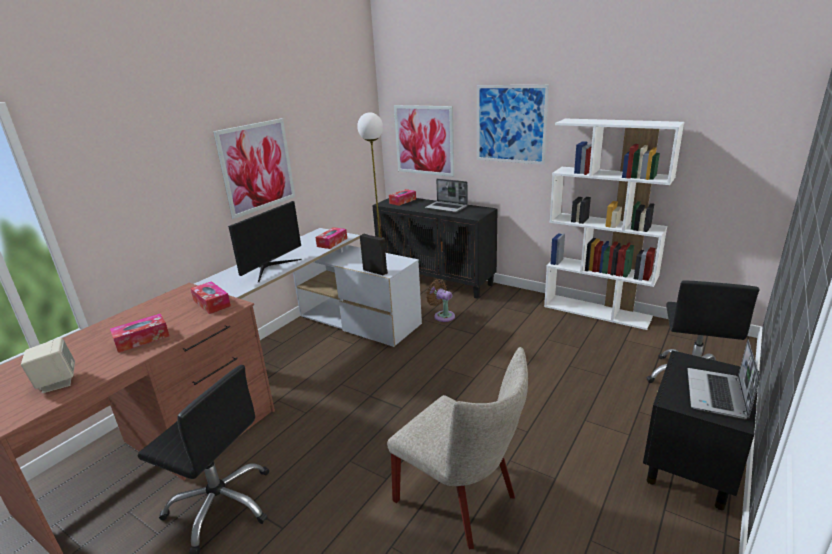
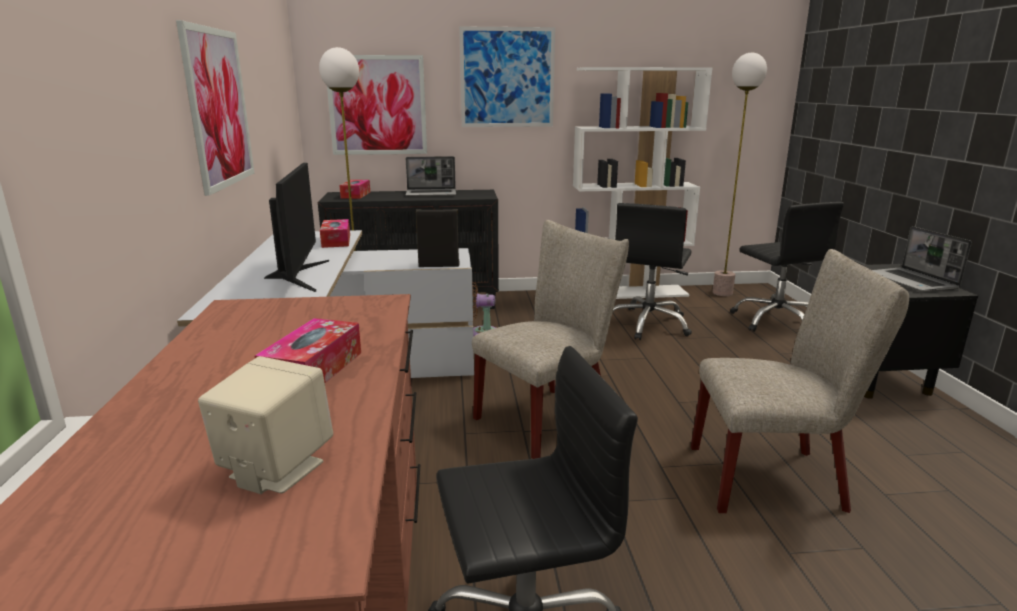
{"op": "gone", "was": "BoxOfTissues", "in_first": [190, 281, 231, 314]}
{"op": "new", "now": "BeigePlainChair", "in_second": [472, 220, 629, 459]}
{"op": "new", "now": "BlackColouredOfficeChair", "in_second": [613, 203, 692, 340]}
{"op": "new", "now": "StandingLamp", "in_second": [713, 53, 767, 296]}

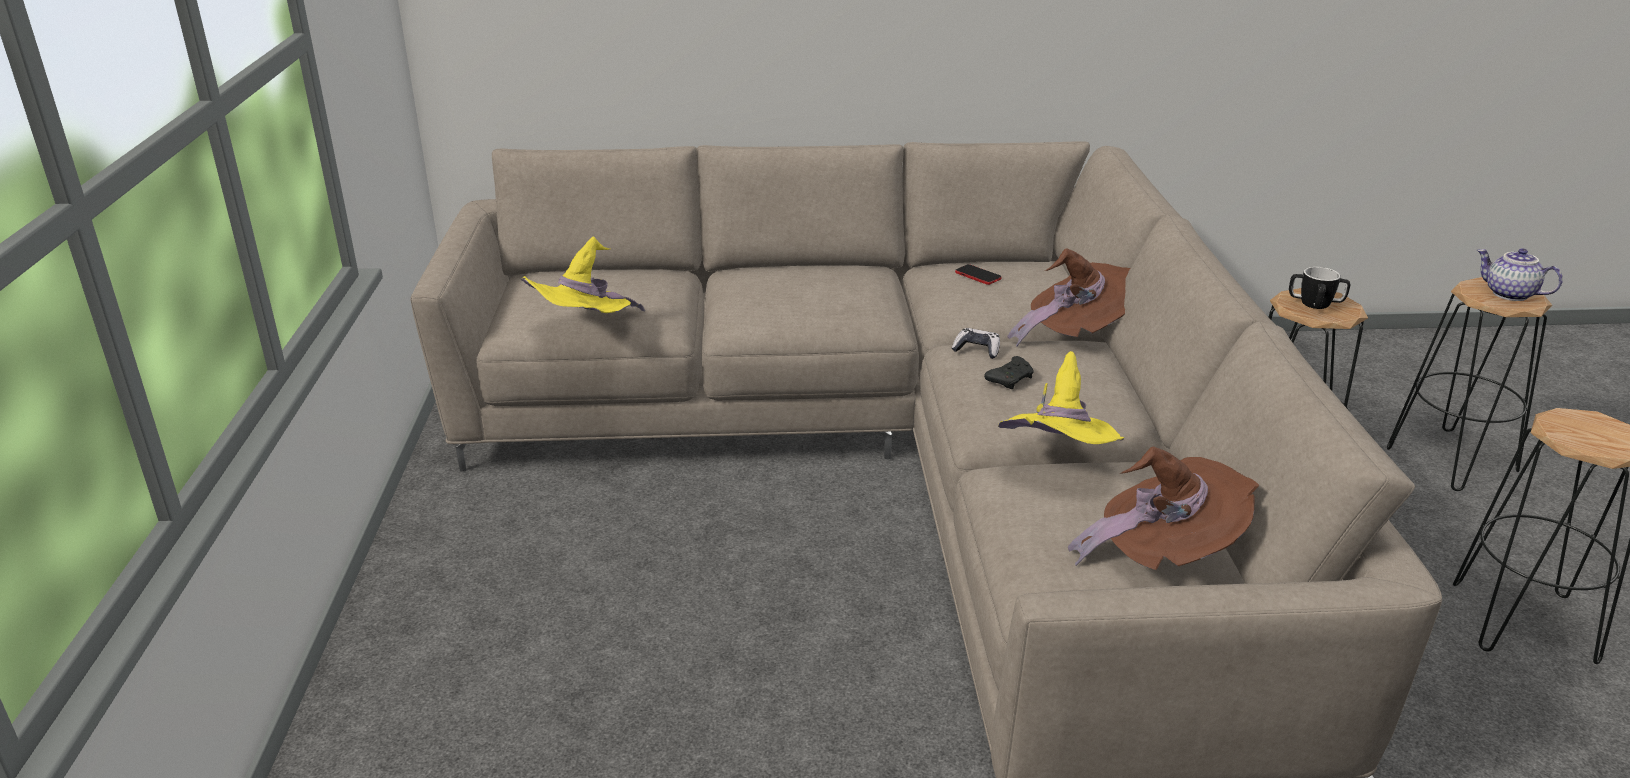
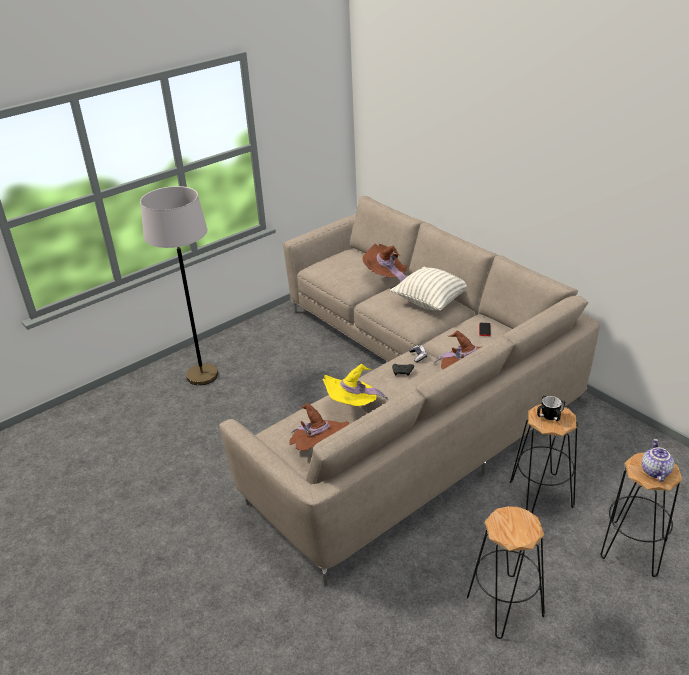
{"op": "gone", "was": "YellowColouredClothingHat", "in_first": [521, 237, 645, 313]}
{"op": "new", "now": "GreyStandingLamp", "in_second": [140, 186, 218, 385]}
{"op": "new", "now": "BrownishClothingHat", "in_second": [363, 244, 407, 282]}
{"op": "new", "now": "ThrowPillow", "in_second": [390, 267, 467, 311]}

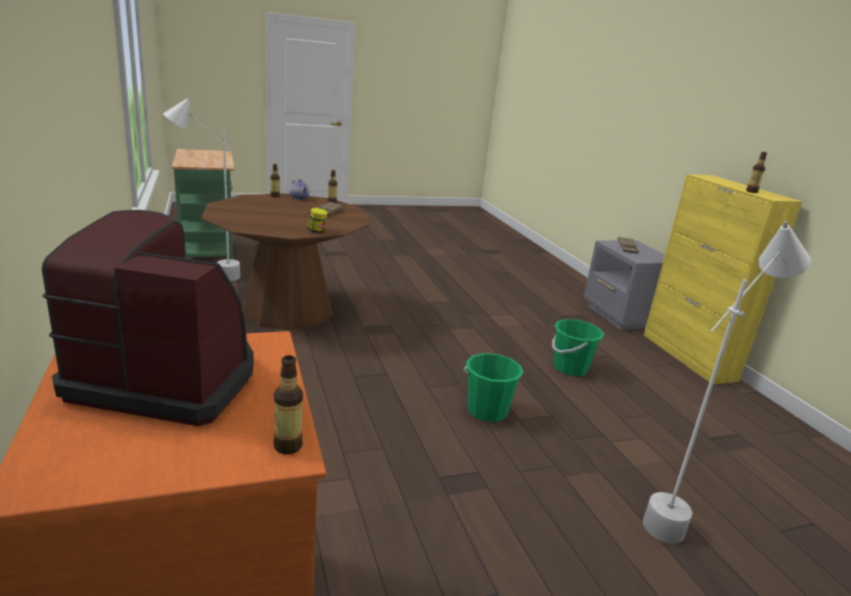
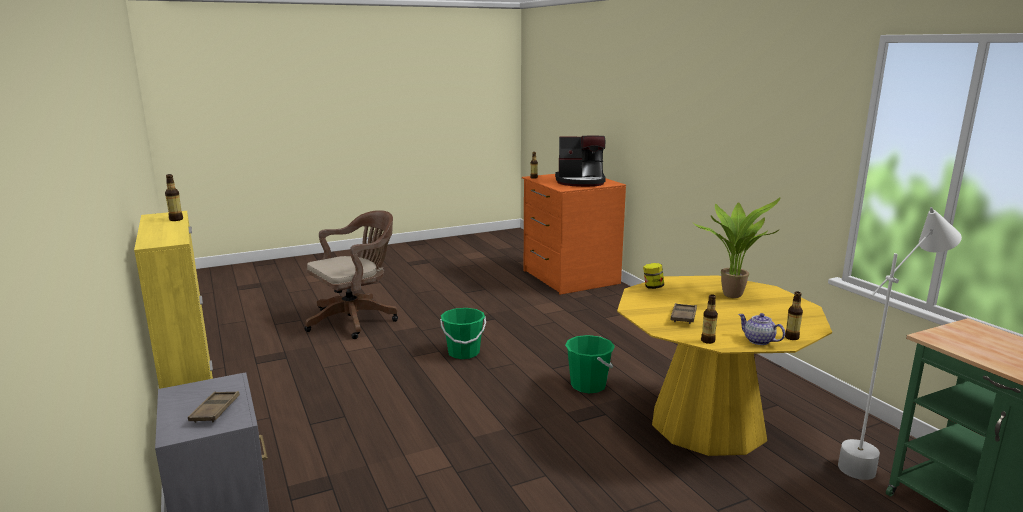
{"op": "new", "now": "PlantInAPot", "in_second": [692, 197, 781, 298]}
{"op": "shifted", "was": "GreenColouredWaterBucket", "in_first": [552, 319, 604, 376], "in_second": [565, 335, 615, 393]}
{"op": "swapped", "was": "WhitishStandingLamp", "now": "BrownishOfficeChair", "in_first": [643, 221, 811, 544], "in_second": [305, 210, 398, 339]}
{"op": "repainted", "was": "BrownishKitchenTable", "now": "YellowColouredKitchenTable", "in_first": [201, 193, 371, 330], "in_second": [617, 276, 832, 456]}

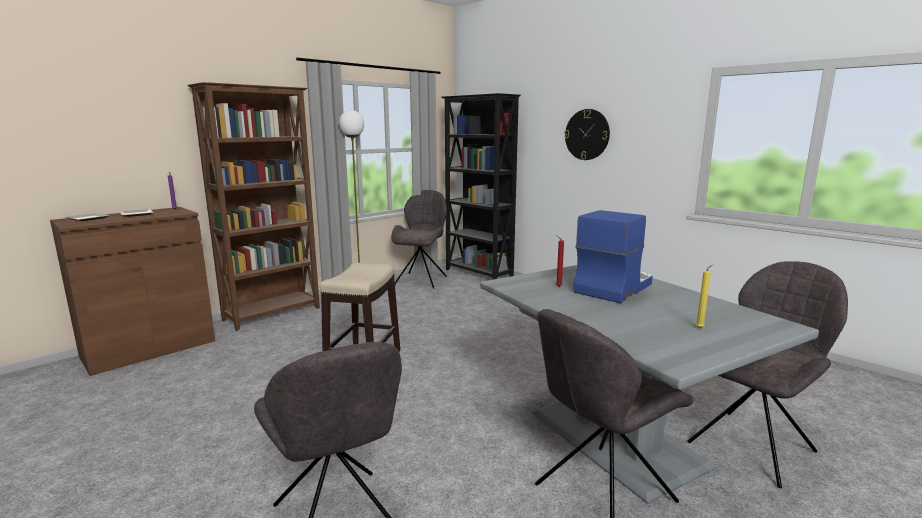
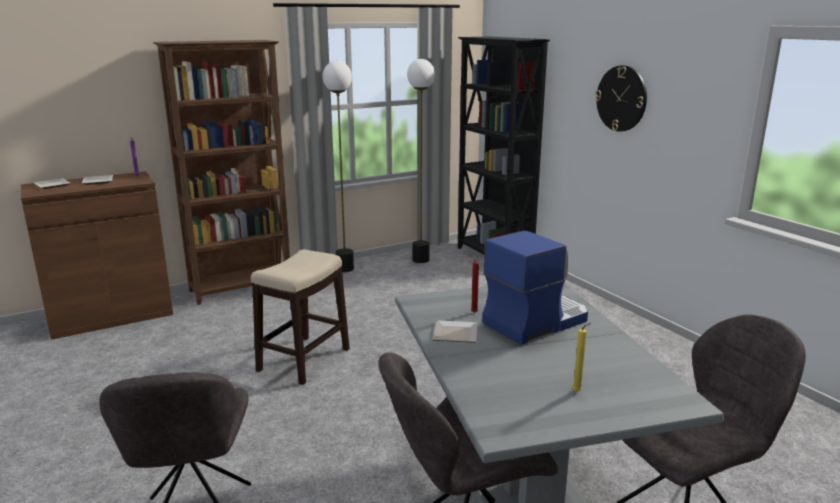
{"op": "new", "now": "DinnerPlate", "in_second": [432, 320, 478, 343]}
{"op": "swapped", "was": "GreyPlainChair", "now": "StandingLamp", "in_first": [391, 190, 447, 289], "in_second": [407, 59, 435, 263]}

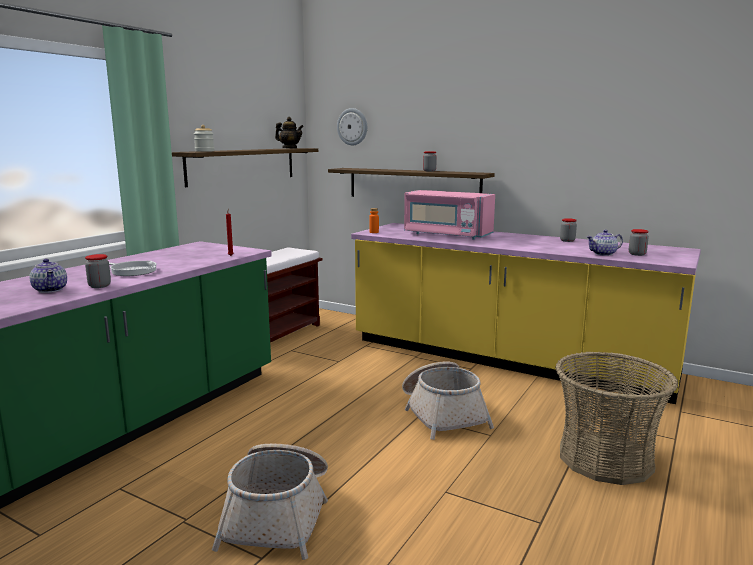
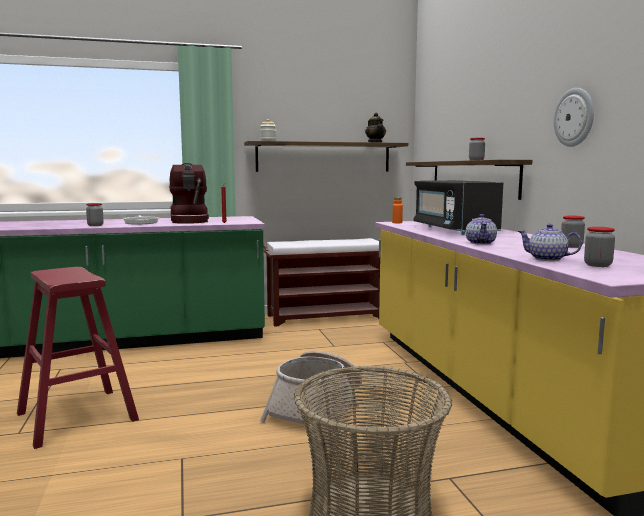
{"op": "new", "now": "CoffeeMachine", "in_second": [169, 163, 209, 224]}
{"op": "shifted", "was": "TeaPot", "in_first": [29, 259, 67, 293], "in_second": [466, 214, 497, 245]}
{"op": "shifted", "was": "WallClock", "in_first": [337, 108, 367, 145], "in_second": [554, 88, 594, 147]}
{"op": "swapped", "was": "StorageBasket", "now": "RedColouredSittingStool", "in_first": [212, 444, 328, 560], "in_second": [17, 267, 139, 449]}
{"op": "repainted", "was": "PinkishMicrowave", "now": "BlackColouredMicrowave", "in_first": [404, 190, 495, 240], "in_second": [414, 180, 503, 235]}

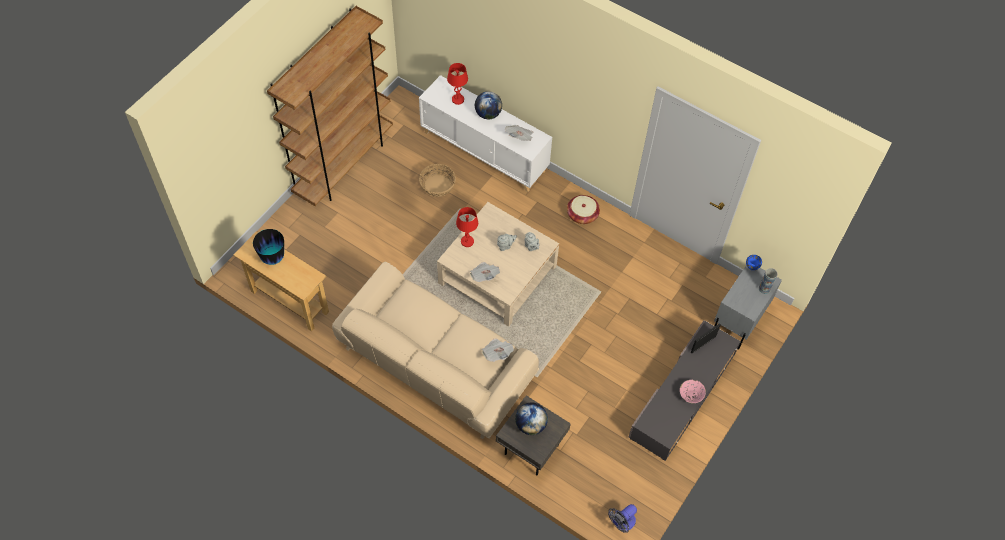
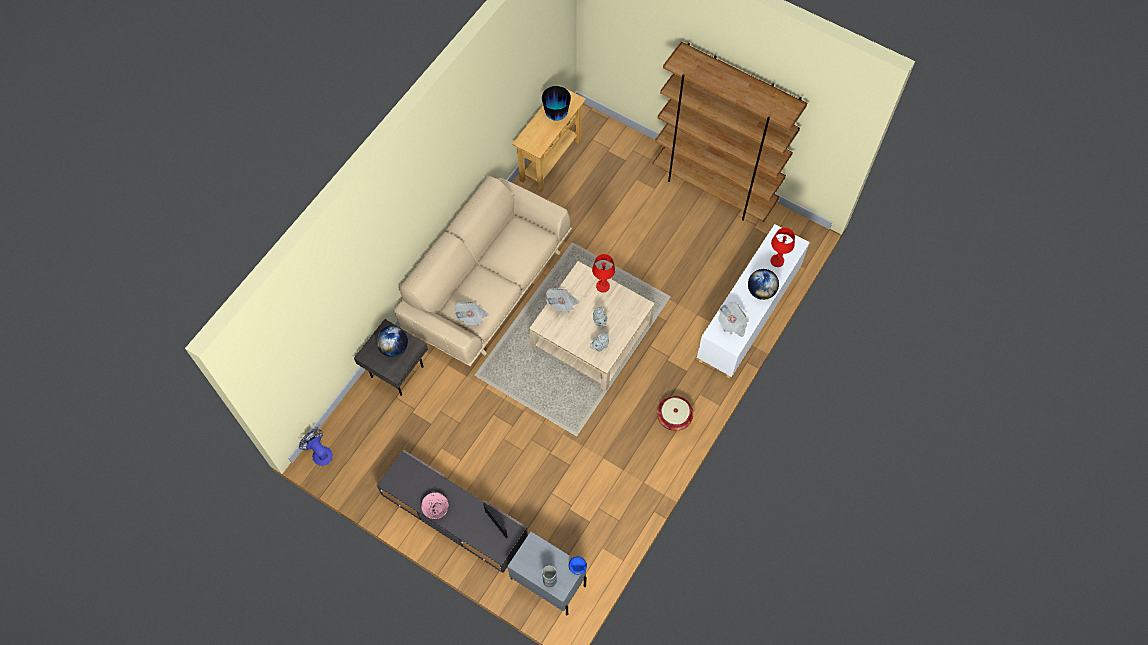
{"op": "gone", "was": "StorageBasket", "in_first": [419, 164, 456, 197]}

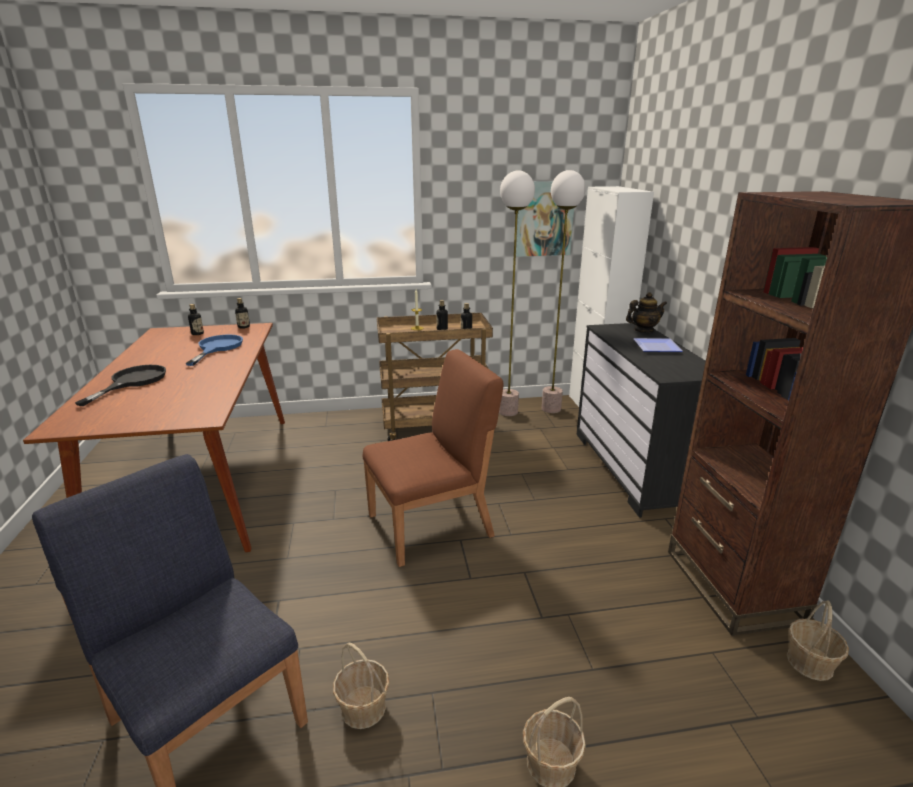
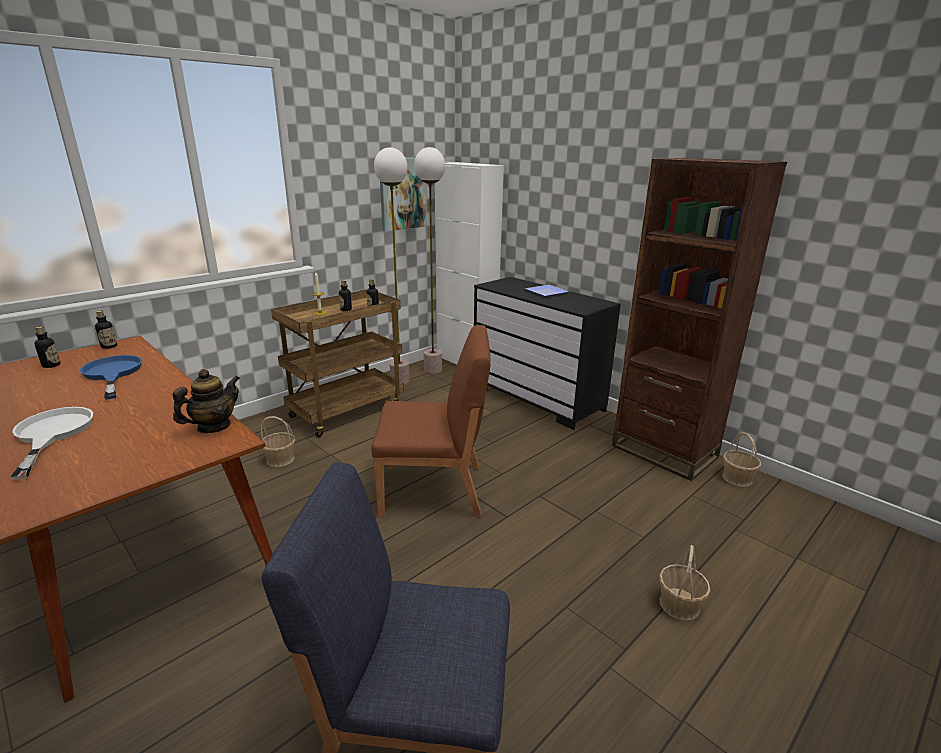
{"op": "shifted", "was": "StorageBasket", "in_first": [333, 643, 390, 729], "in_second": [261, 416, 295, 467]}
{"op": "shifted", "was": "TeaPot", "in_first": [626, 292, 667, 333], "in_second": [173, 369, 240, 433]}
{"op": "repainted", "was": "BlackColouredPan", "now": "WhitishPan", "in_first": [75, 365, 166, 406], "in_second": [11, 407, 93, 480]}
{"op": "rotated", "was": "BrownishPlainChair", "in_first": [363, 349, 503, 567], "in_second": [371, 325, 491, 517], "clockwise": 60}

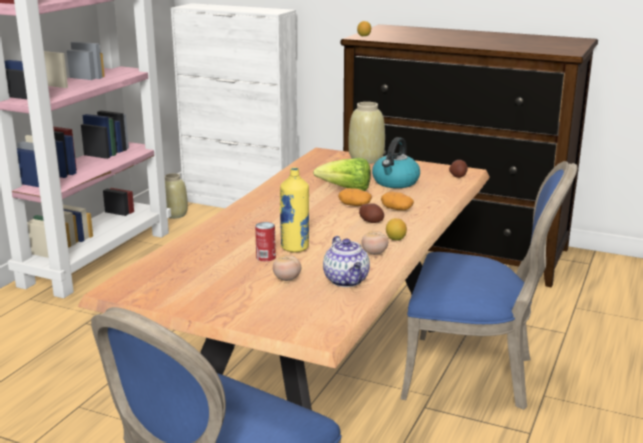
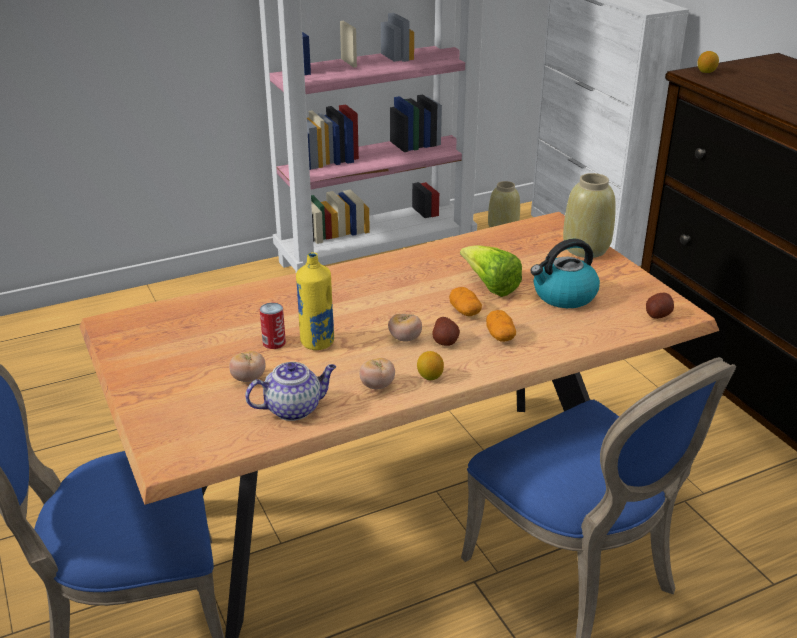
{"op": "new", "now": "WholeTomato", "in_second": [388, 314, 422, 342]}
{"op": "rotated", "was": "TeaPot", "in_first": [323, 236, 370, 287], "in_second": [245, 362, 336, 421], "clockwise": -135}

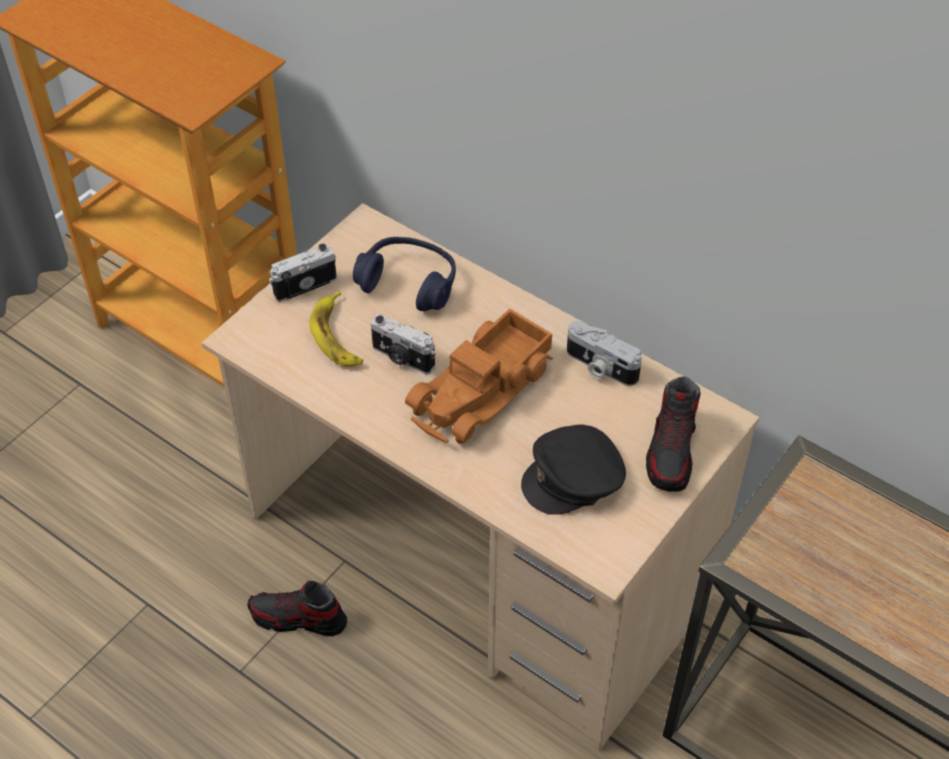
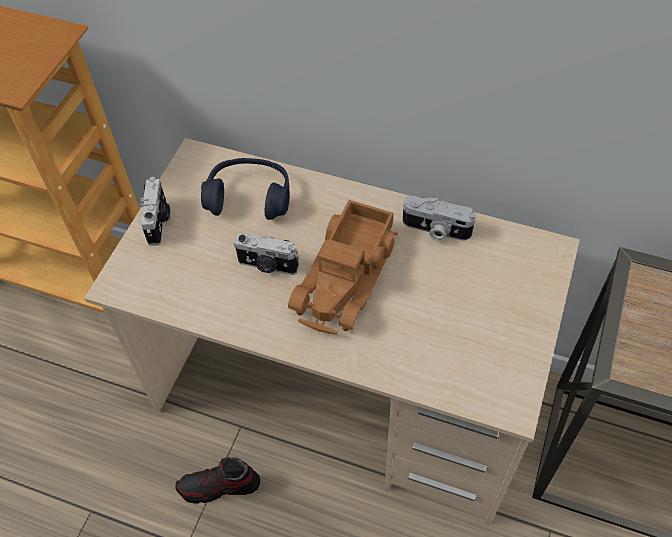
{"op": "gone", "was": "BananaFruit", "in_first": [310, 291, 363, 366]}
{"op": "gone", "was": "BlackColouredBaseballCap", "in_first": [521, 424, 626, 515]}
{"op": "gone", "was": "ItemOfFootwear", "in_first": [646, 376, 701, 492]}
{"op": "rotated", "was": "StillCamera", "in_first": [269, 244, 337, 302], "in_second": [140, 177, 170, 246], "clockwise": 135}

